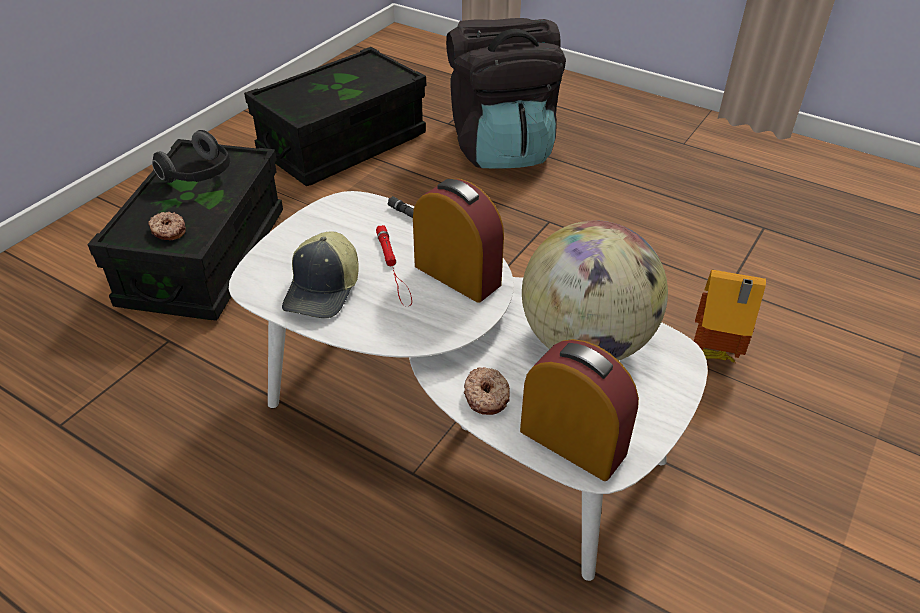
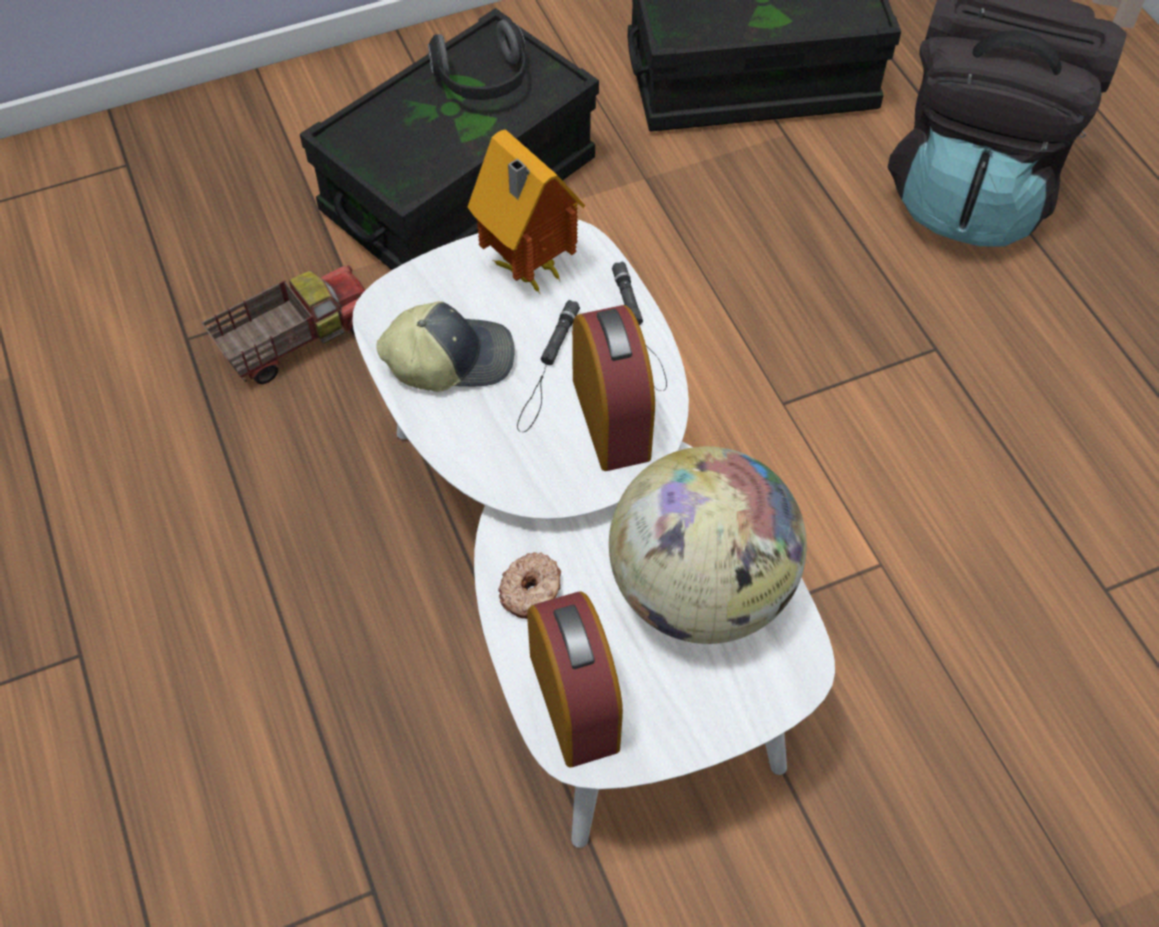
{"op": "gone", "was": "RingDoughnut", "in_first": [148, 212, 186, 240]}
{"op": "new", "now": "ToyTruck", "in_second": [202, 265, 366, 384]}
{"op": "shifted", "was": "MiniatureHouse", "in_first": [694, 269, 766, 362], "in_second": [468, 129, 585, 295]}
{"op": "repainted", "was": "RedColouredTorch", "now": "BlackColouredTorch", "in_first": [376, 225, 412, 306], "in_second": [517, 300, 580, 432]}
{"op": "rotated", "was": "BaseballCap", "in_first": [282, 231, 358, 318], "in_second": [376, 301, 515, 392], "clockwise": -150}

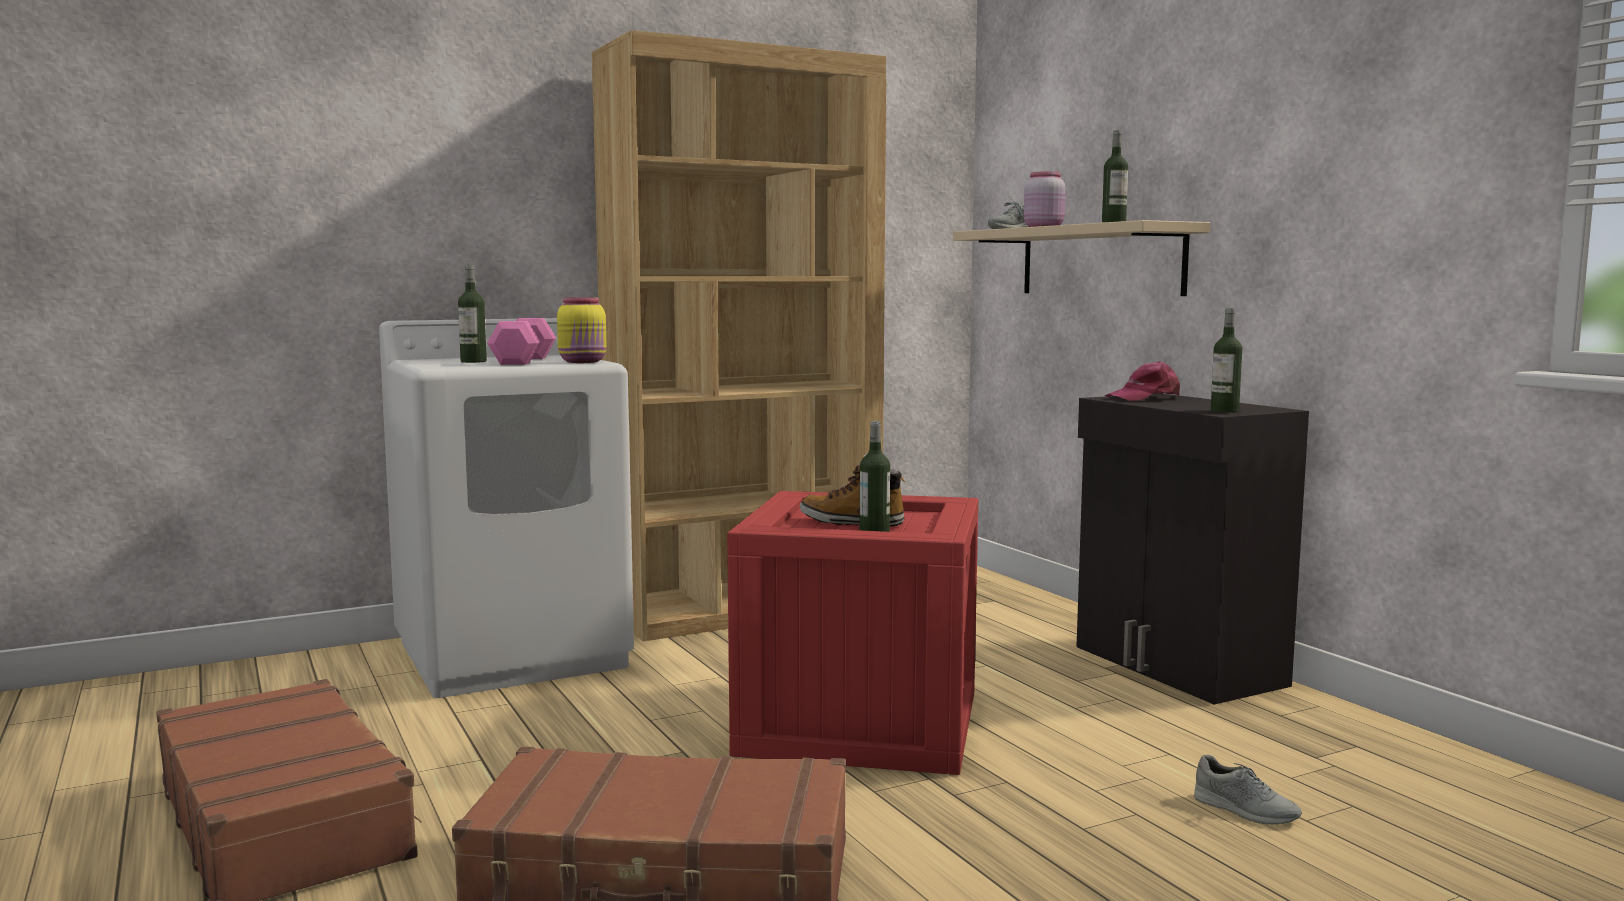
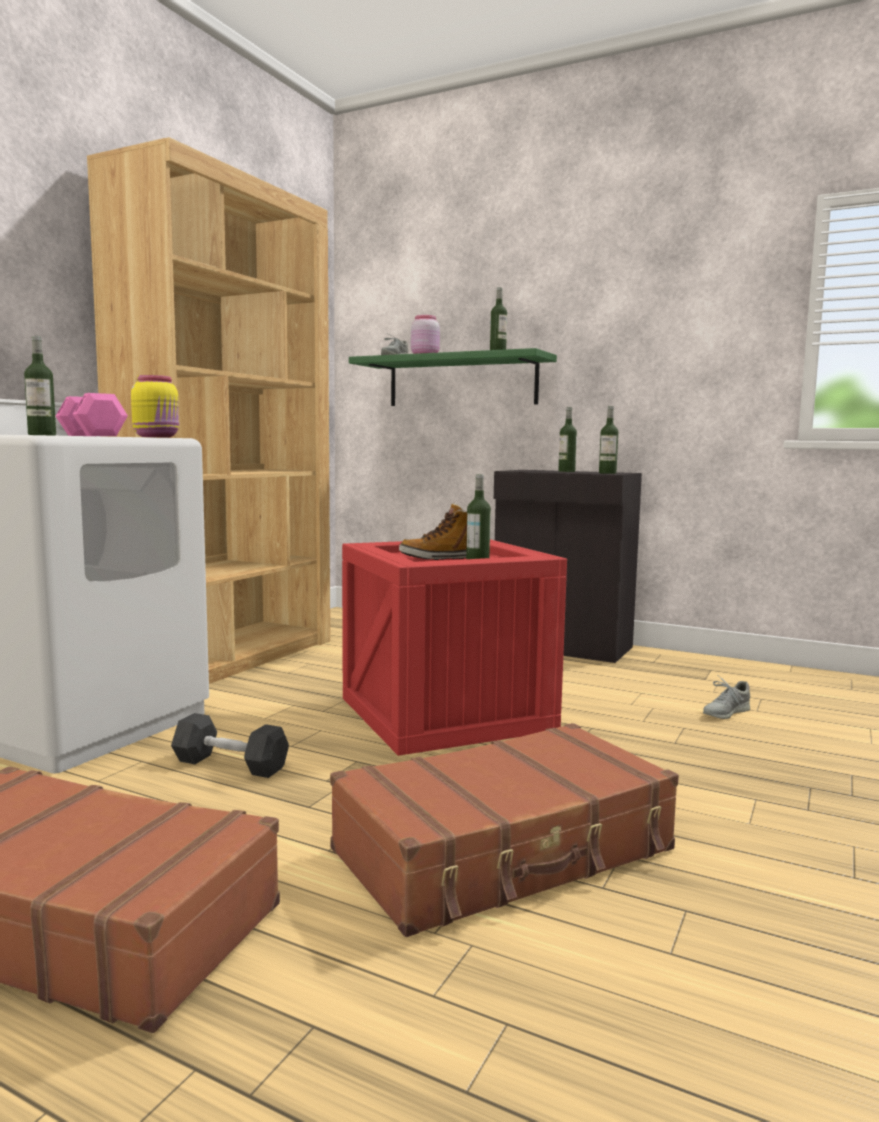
{"op": "gone", "was": "PinkishBaseballCap", "in_first": [1104, 361, 1180, 401]}
{"op": "new", "now": "GreyHandWeight", "in_second": [171, 713, 289, 778]}
{"op": "new", "now": "Bottle", "in_second": [558, 407, 577, 472]}
{"op": "repainted", "was": "BeigeBracketShelf", "now": "GreenColouredBracketShelf", "in_first": [953, 220, 1210, 296], "in_second": [349, 348, 557, 406]}
{"op": "rotated", "was": "GreyItemOfFootwear", "in_first": [1194, 755, 1302, 825], "in_second": [703, 676, 750, 719], "clockwise": 135}

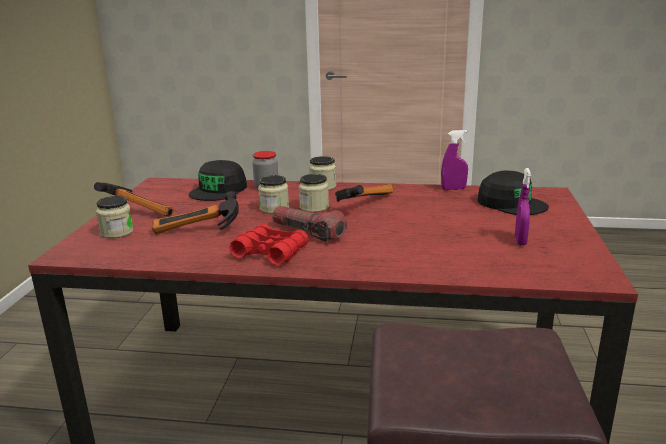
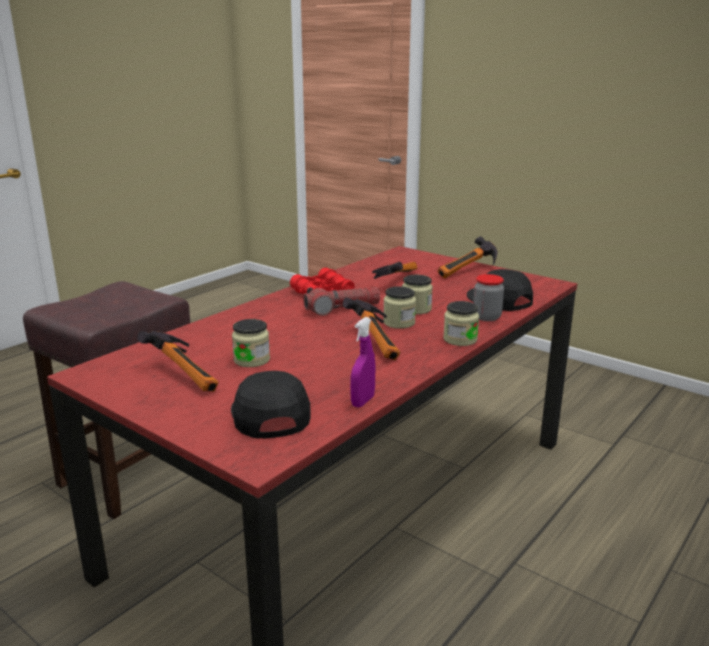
{"op": "shifted", "was": "StorageJar", "in_first": [96, 196, 133, 239], "in_second": [232, 319, 270, 367]}
{"op": "swapped", "was": "PurpleColouredHandSprayer", "now": "ToolHammer", "in_first": [515, 168, 531, 245], "in_second": [137, 331, 219, 392]}
{"op": "rotated", "was": "BlackColouredBaseballCap", "in_first": [478, 171, 549, 215], "in_second": [231, 371, 311, 438], "clockwise": 90}

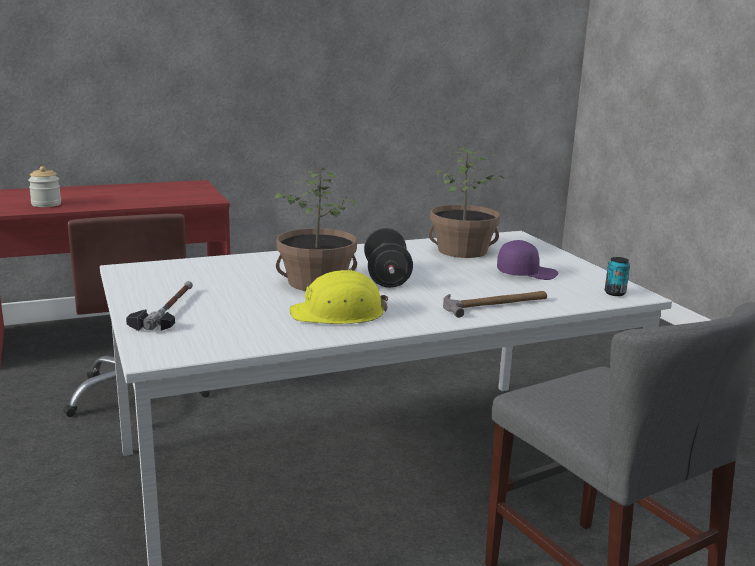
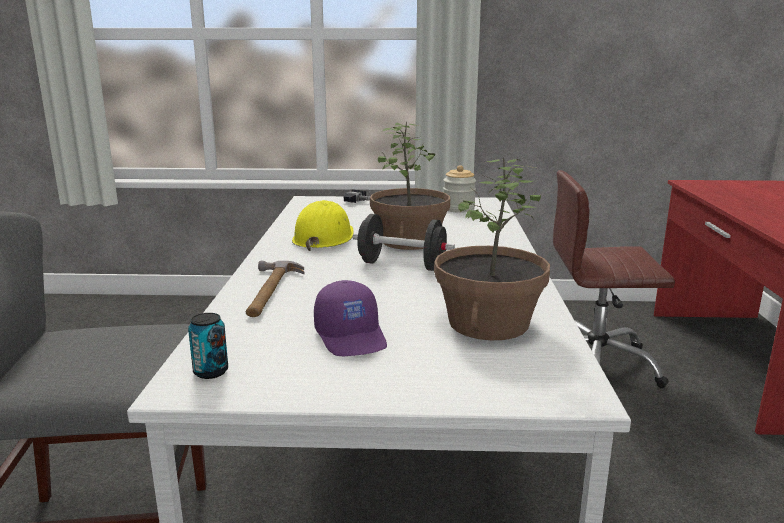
{"op": "shifted", "was": "StorageJar", "in_first": [28, 166, 61, 207], "in_second": [443, 165, 476, 213]}
{"op": "rotated", "was": "PurpleColouredBaseballCap", "in_first": [497, 240, 558, 280], "in_second": [314, 280, 387, 356], "clockwise": -45}

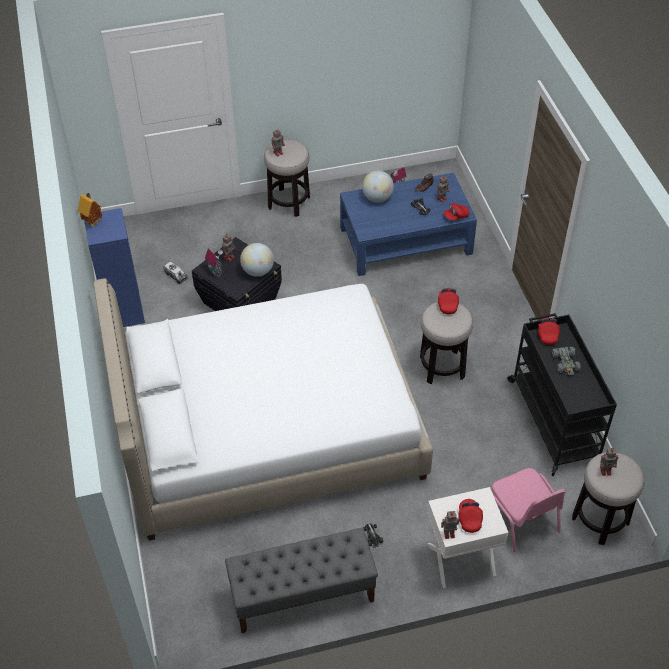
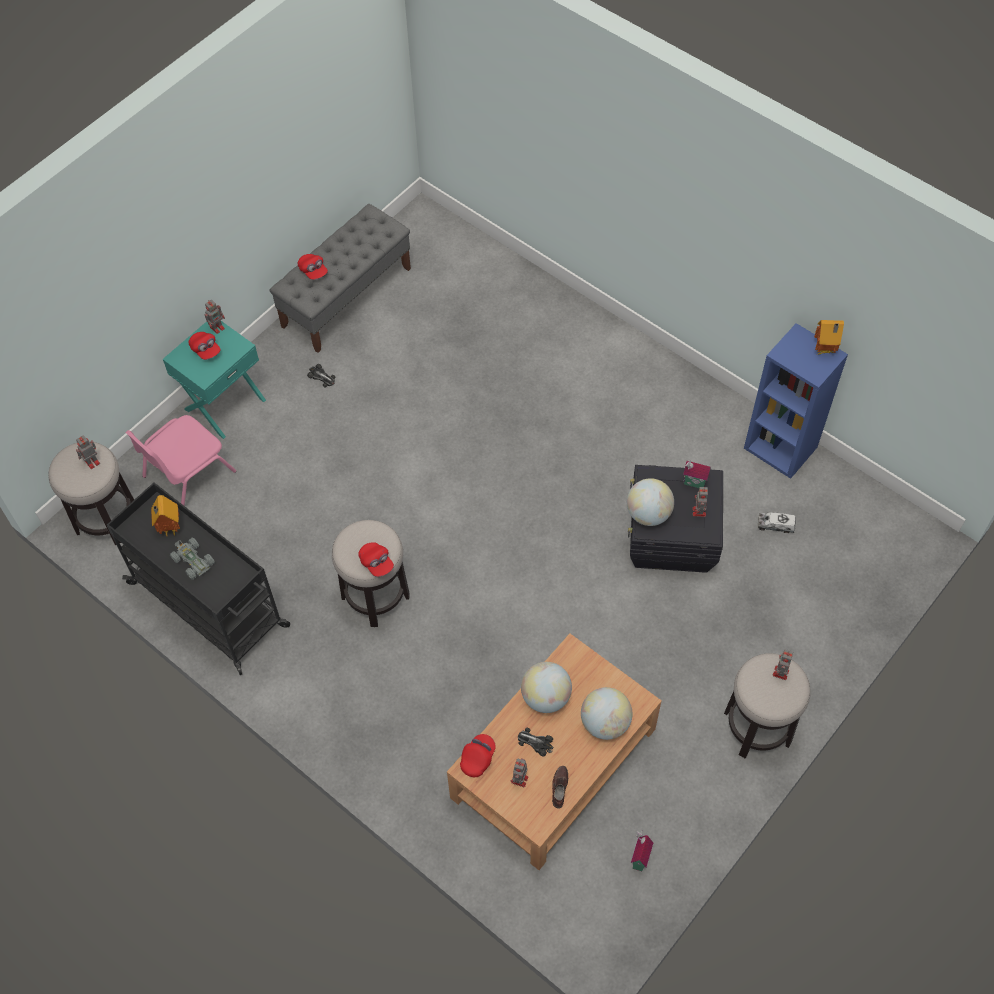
{"op": "gone", "was": "WhitishBedroomBed", "in_first": [93, 278, 433, 541]}
{"op": "new", "now": "MiniatureHouse", "in_second": [151, 495, 180, 536]}
{"op": "new", "now": "WorldGlobe", "in_second": [521, 662, 572, 713]}
{"op": "shifted", "was": "RedColouredBaseballCap", "in_first": [538, 318, 560, 345], "in_second": [298, 254, 328, 280]}
{"op": "repainted", "was": "BlueLowTable", "now": "BrownishLowTable", "in_first": [340, 173, 477, 276], "in_second": [447, 633, 662, 870]}
{"op": "repainted", "was": "WhitishNightstand", "now": "TurquoiseNightstand", "in_first": [427, 487, 509, 588], "in_second": [163, 321, 266, 439]}
{"op": "rotated", "was": "PinkishPlainChair", "in_first": [492, 468, 566, 552], "in_second": [125, 415, 236, 505], "clockwise": -75}

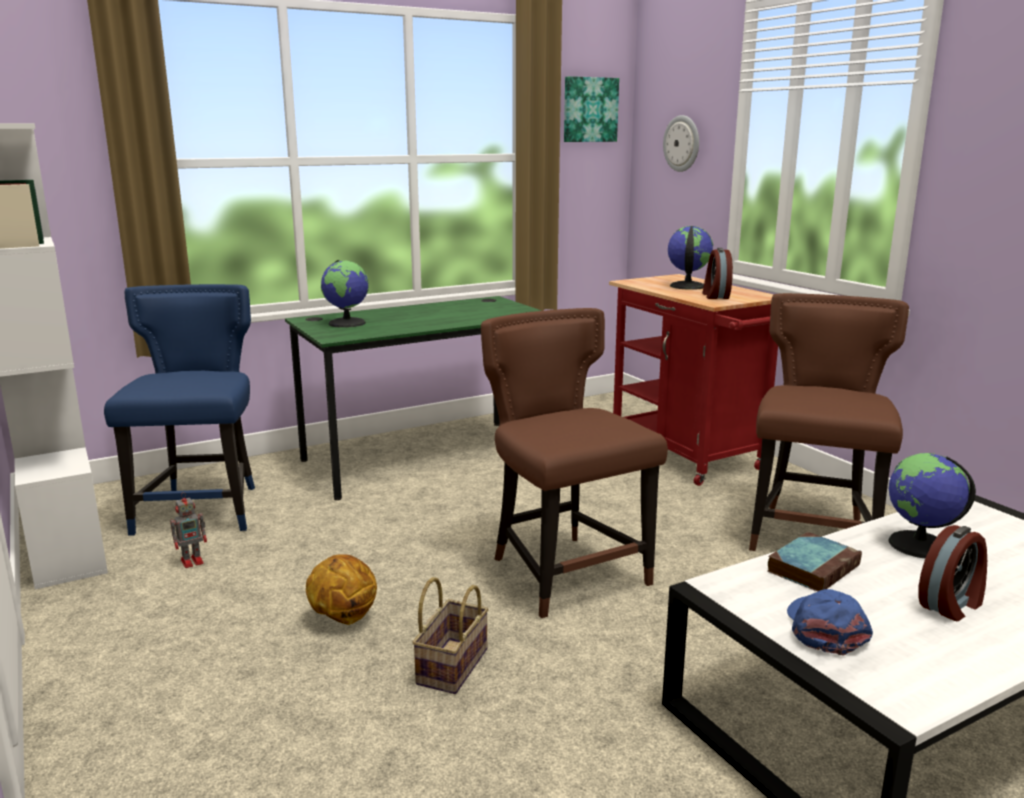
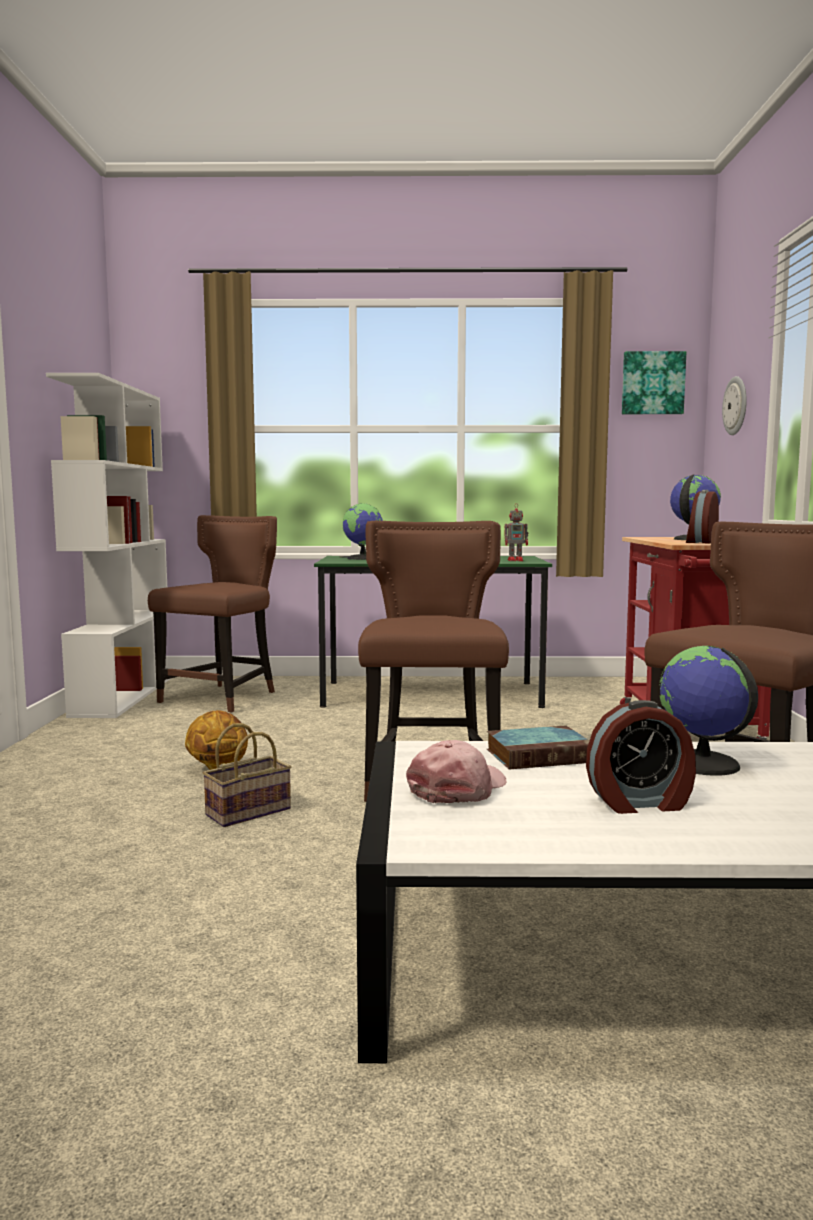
{"op": "shifted", "was": "RobotFigure", "in_first": [170, 492, 207, 568], "in_second": [505, 503, 528, 561]}
{"op": "repainted", "was": "BluePlainChair", "now": "BrownishPlainChair", "in_first": [104, 284, 255, 536], "in_second": [148, 515, 277, 713]}
{"op": "repainted", "was": "BlueBaseballCap", "now": "PinkishBaseballCap", "in_first": [787, 589, 873, 656], "in_second": [406, 740, 506, 803]}

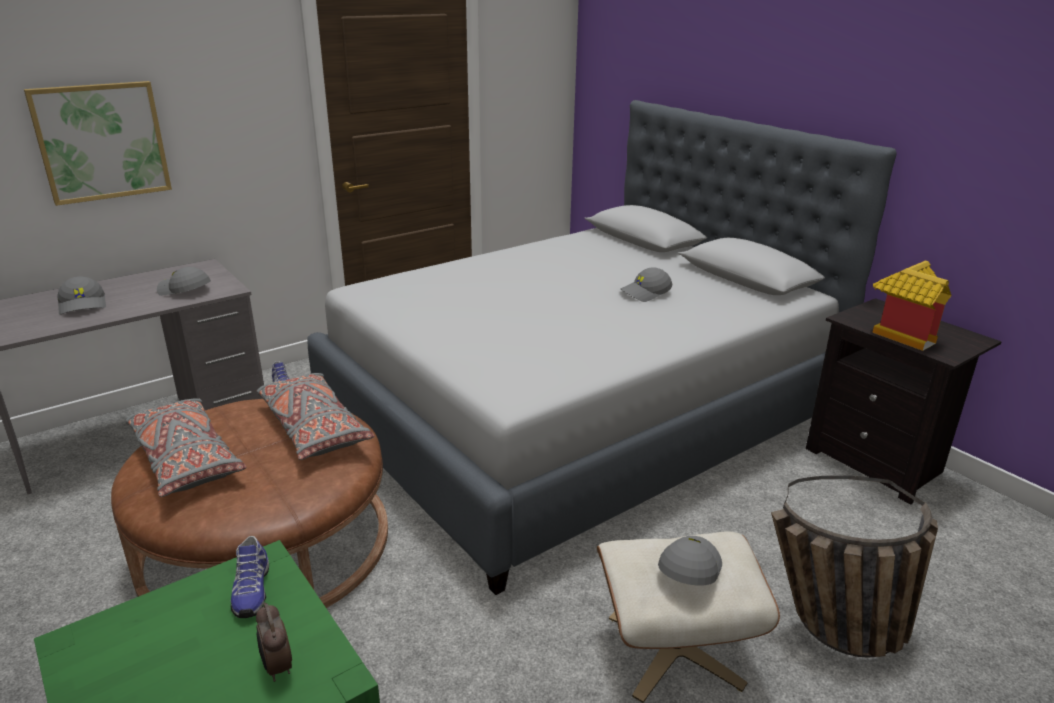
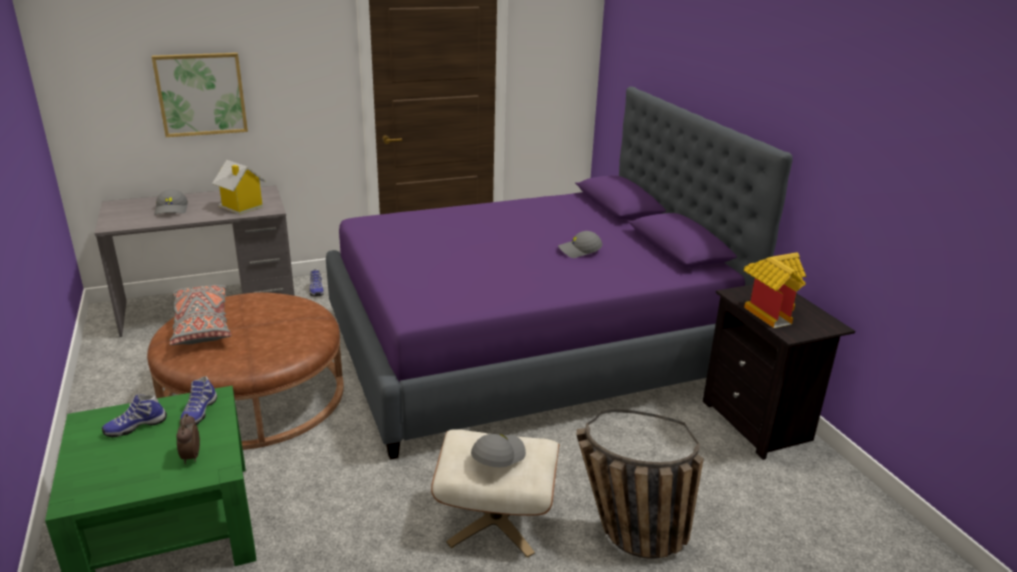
{"op": "gone", "was": "GreyThrowPillow", "in_first": [257, 373, 374, 460]}
{"op": "new", "now": "ItemOfFootwear", "in_second": [102, 394, 167, 437]}
{"op": "swapped", "was": "GreyBaseballCap", "now": "MiniatureHouse", "in_first": [157, 267, 211, 296], "in_second": [212, 160, 266, 215]}
{"op": "repainted", "was": "GreyBedroomBed", "now": "PurpleColouredBedroomBed", "in_first": [308, 100, 897, 595], "in_second": [326, 86, 793, 460]}

